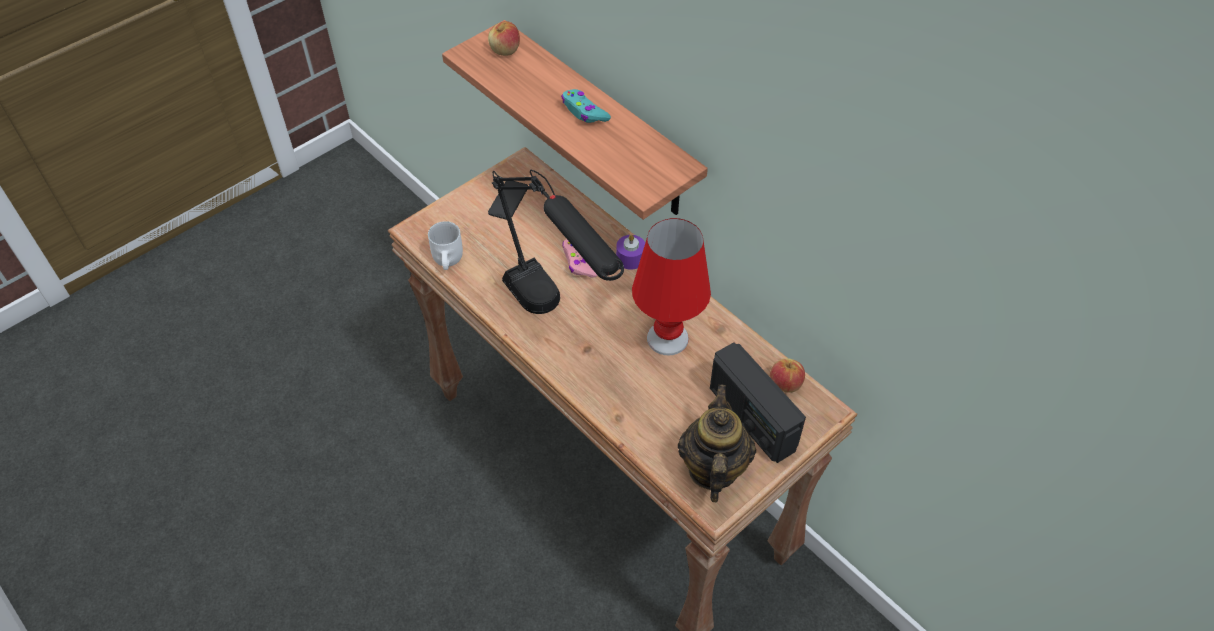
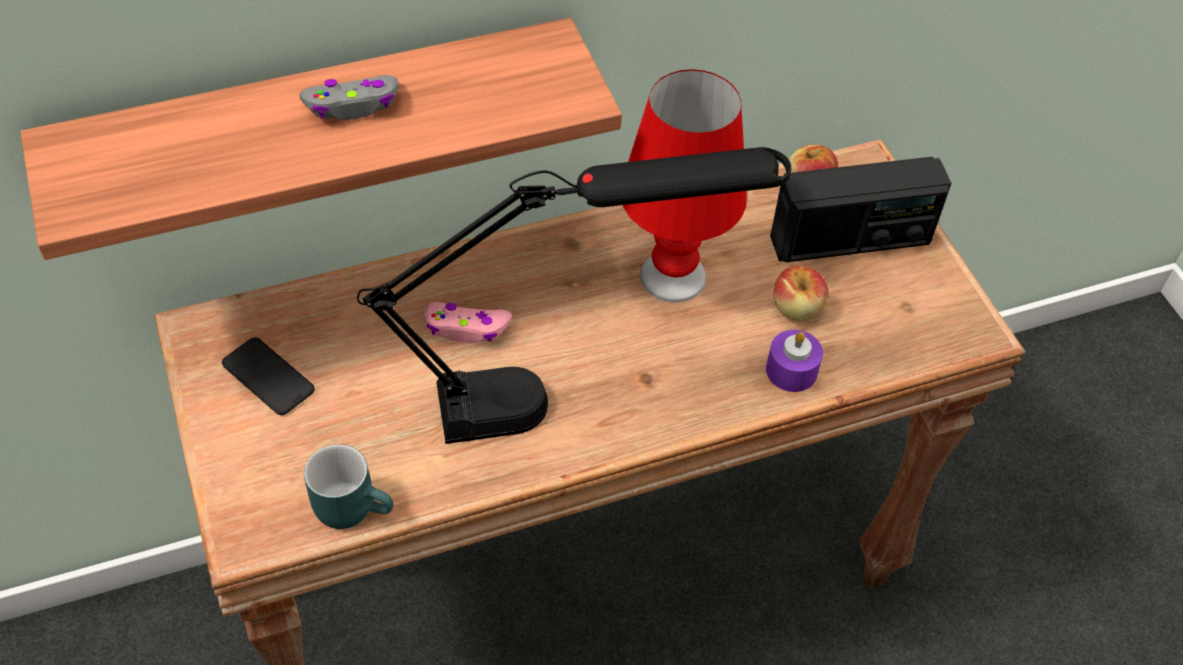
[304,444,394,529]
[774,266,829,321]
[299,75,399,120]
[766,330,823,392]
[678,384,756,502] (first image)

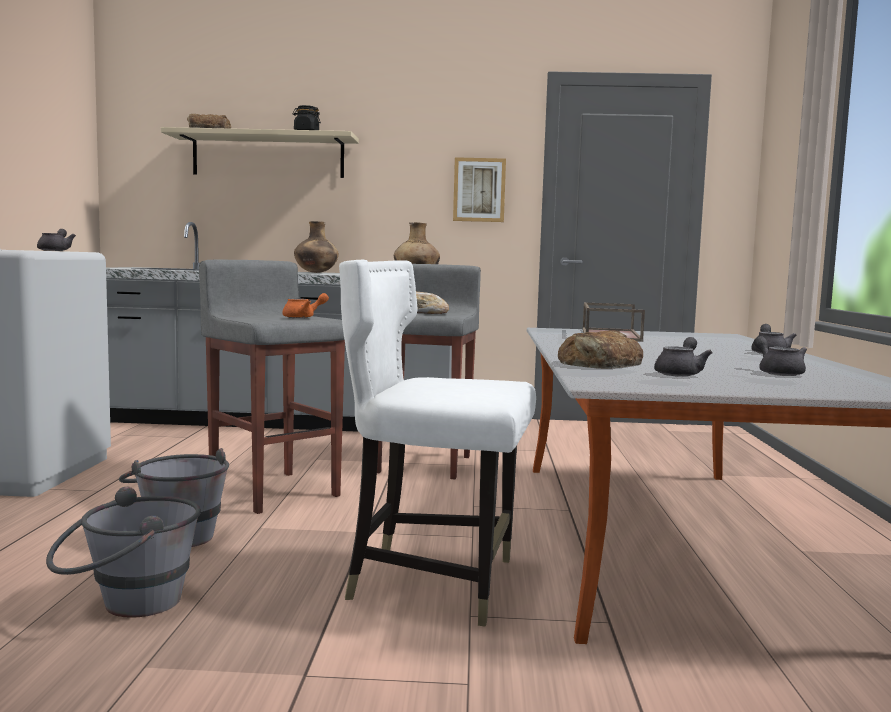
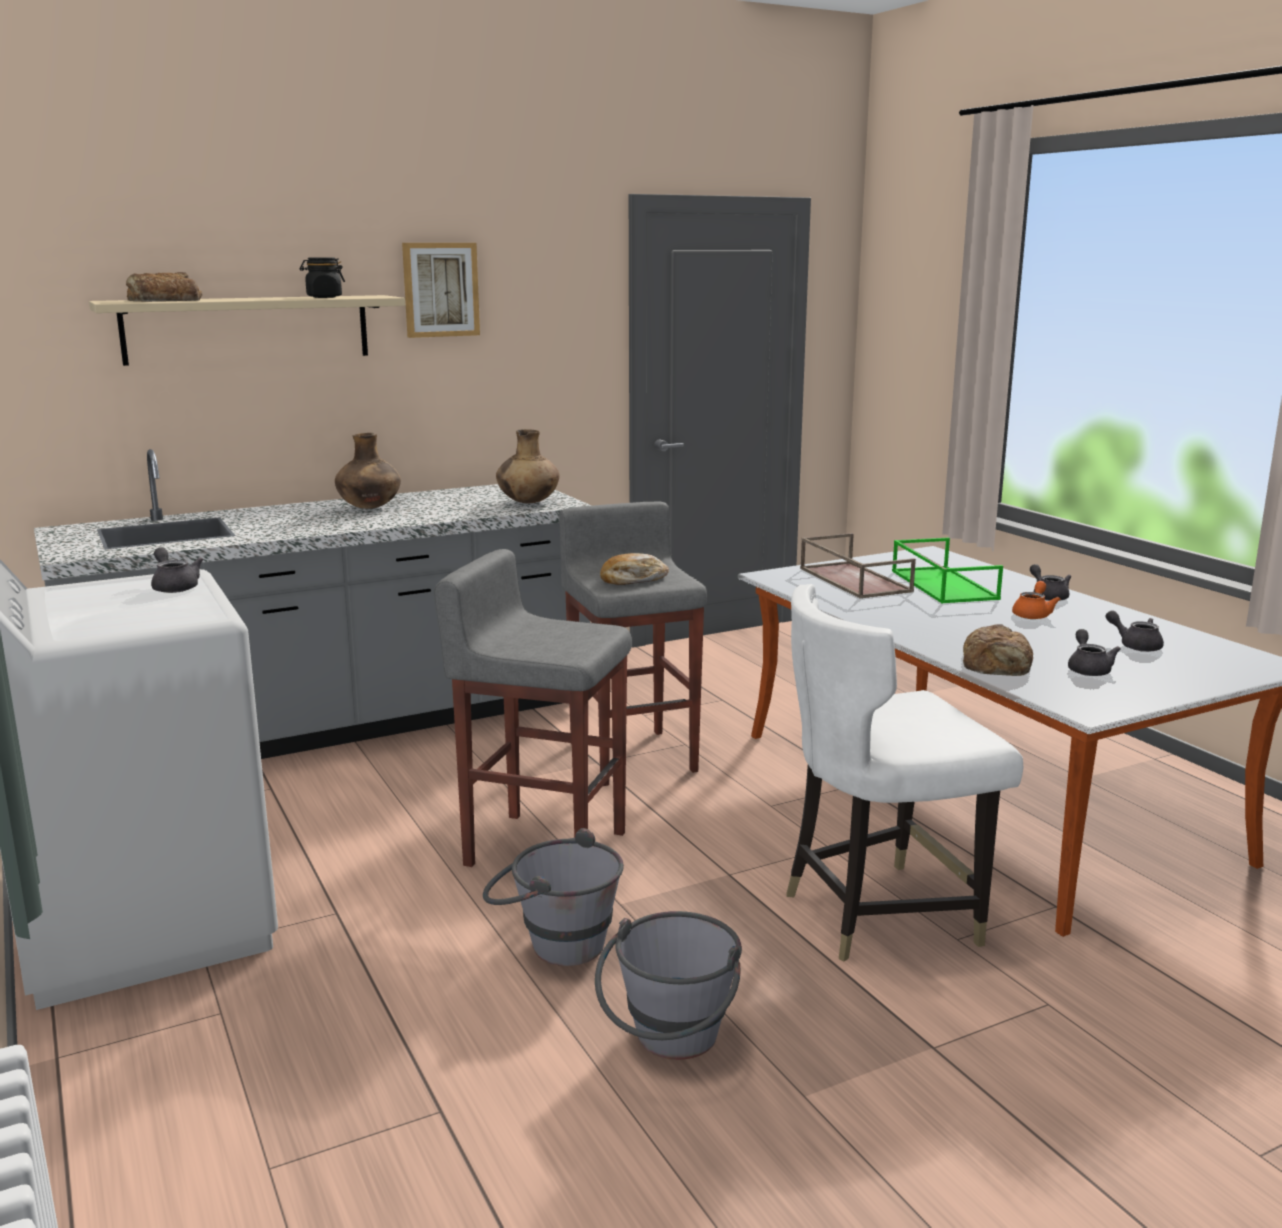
[1012,581,1061,619]
[402,243,480,338]
[892,538,1003,603]

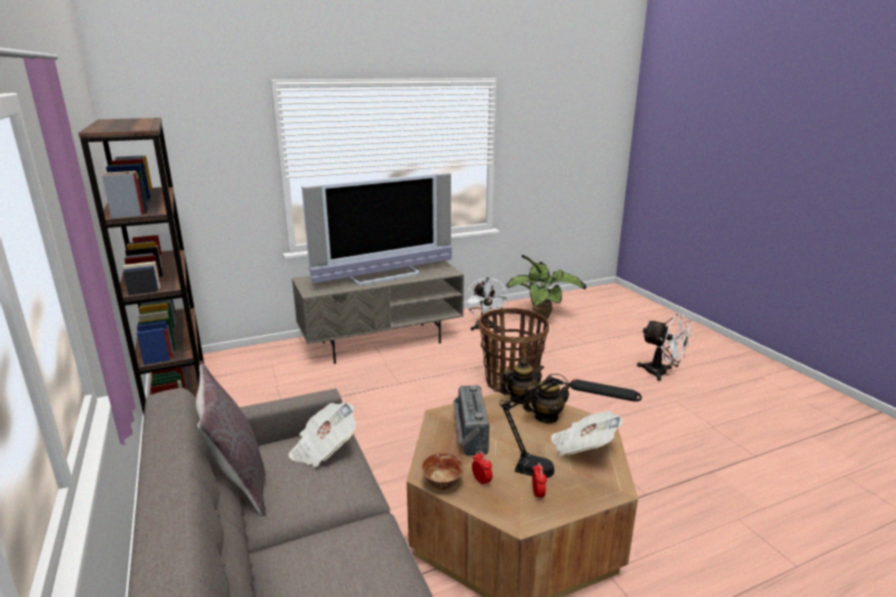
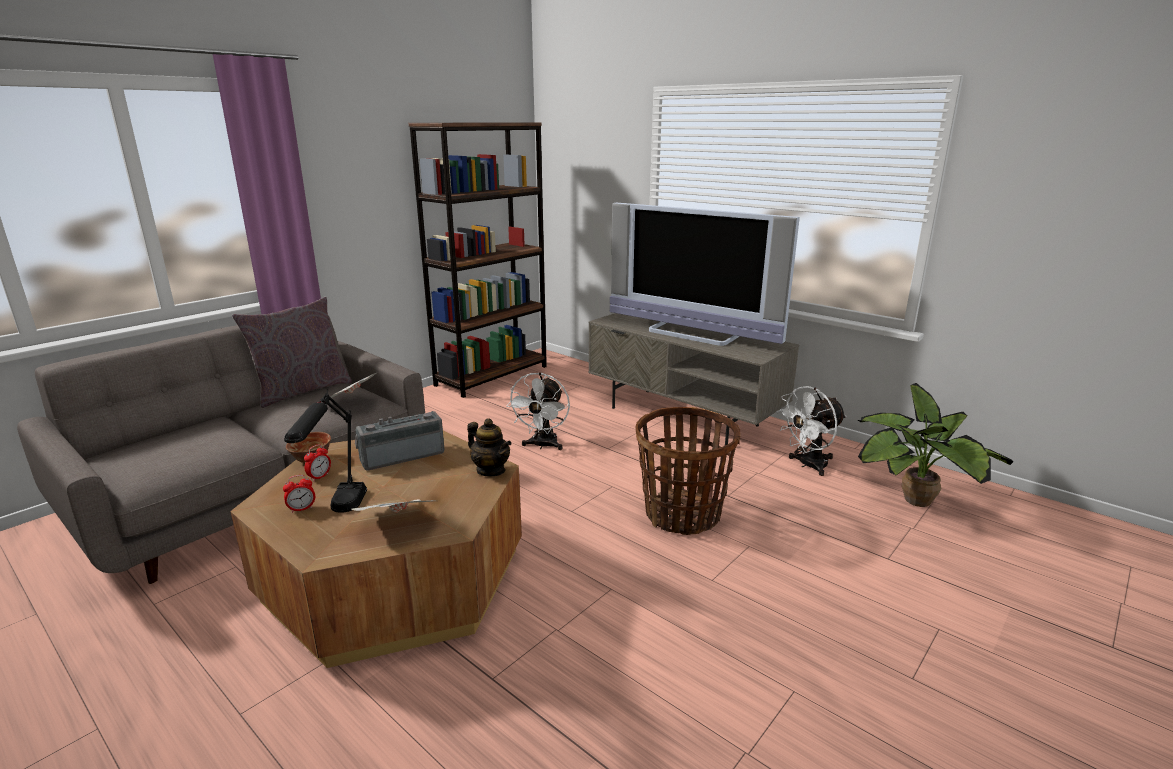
[523,376,570,423] (first image)
[507,372,570,450]

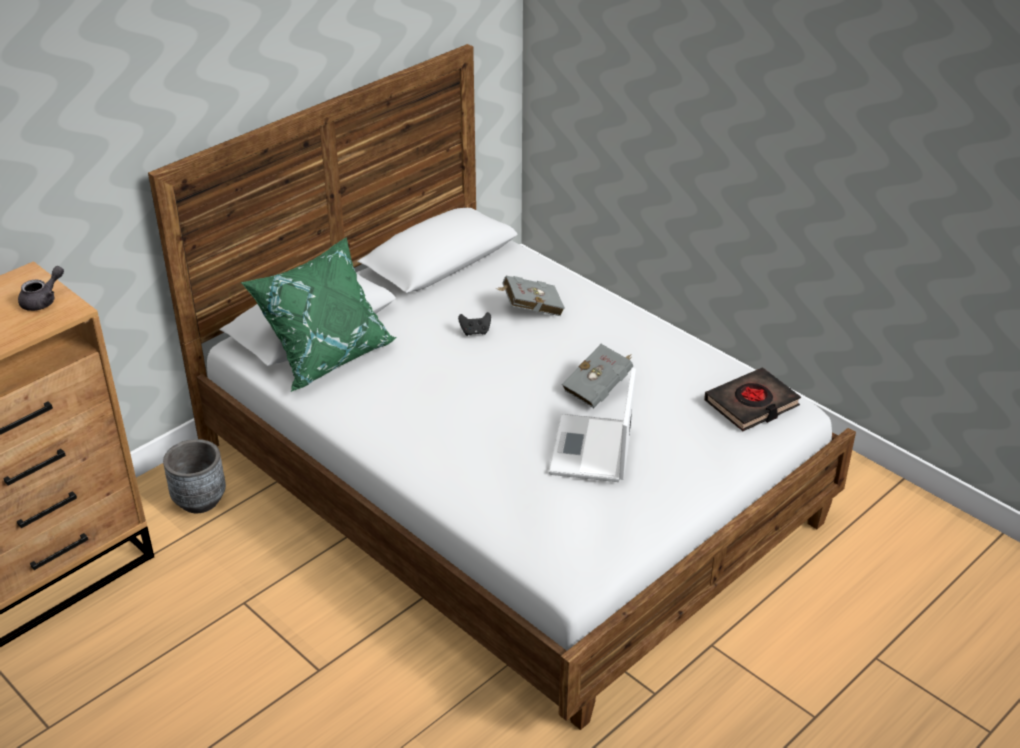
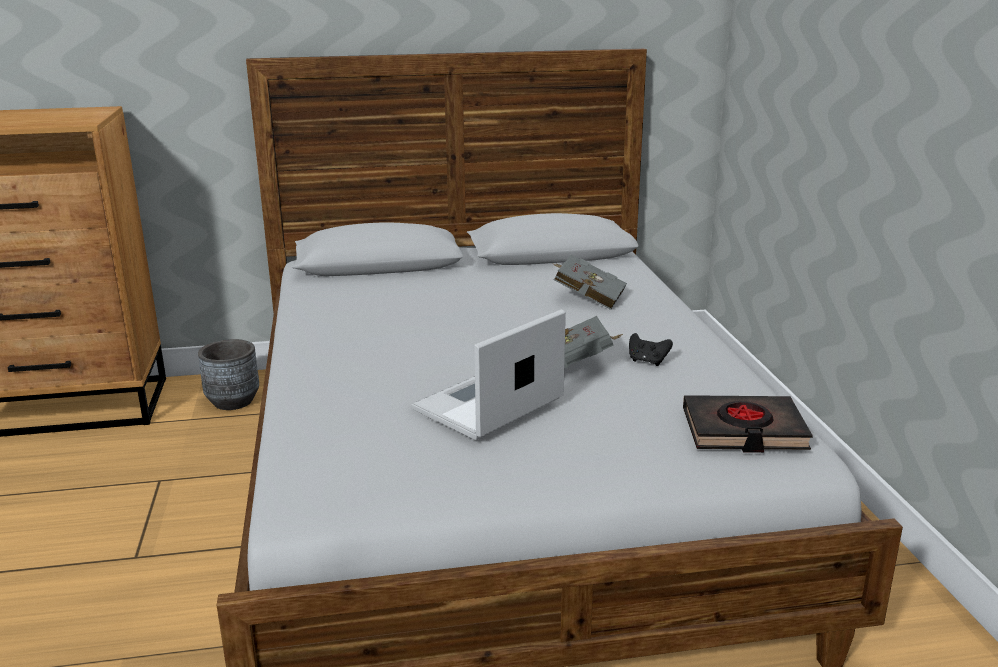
[18,266,64,311] (first image)
[241,237,397,392] (first image)
[629,333,673,366]

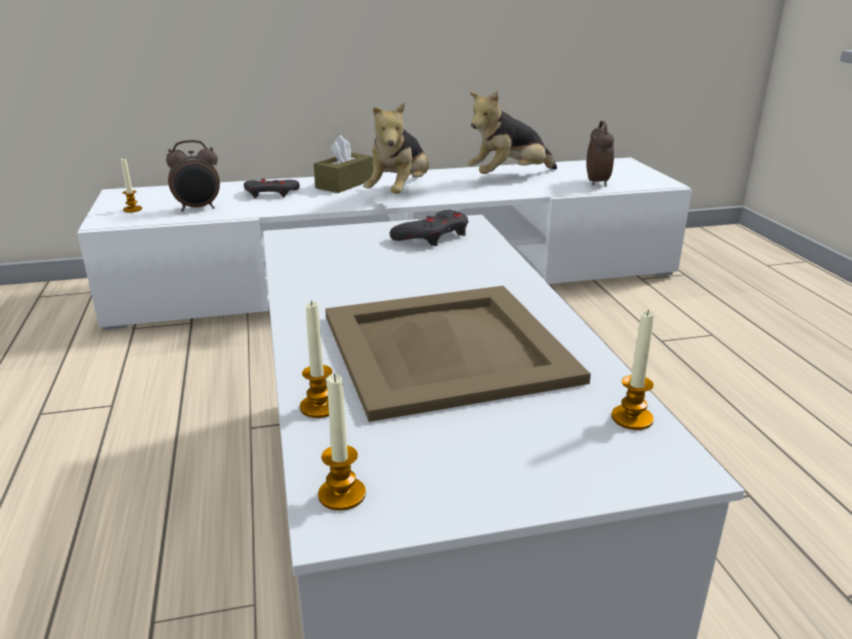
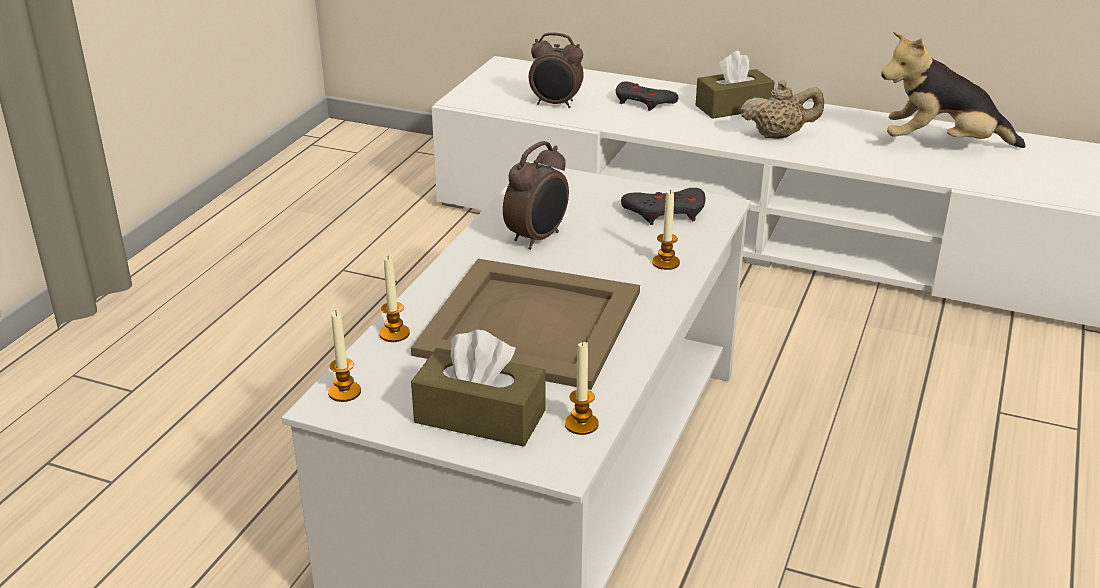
[652,189,680,270]
[741,80,824,139]
[503,141,569,250]
[411,329,545,447]

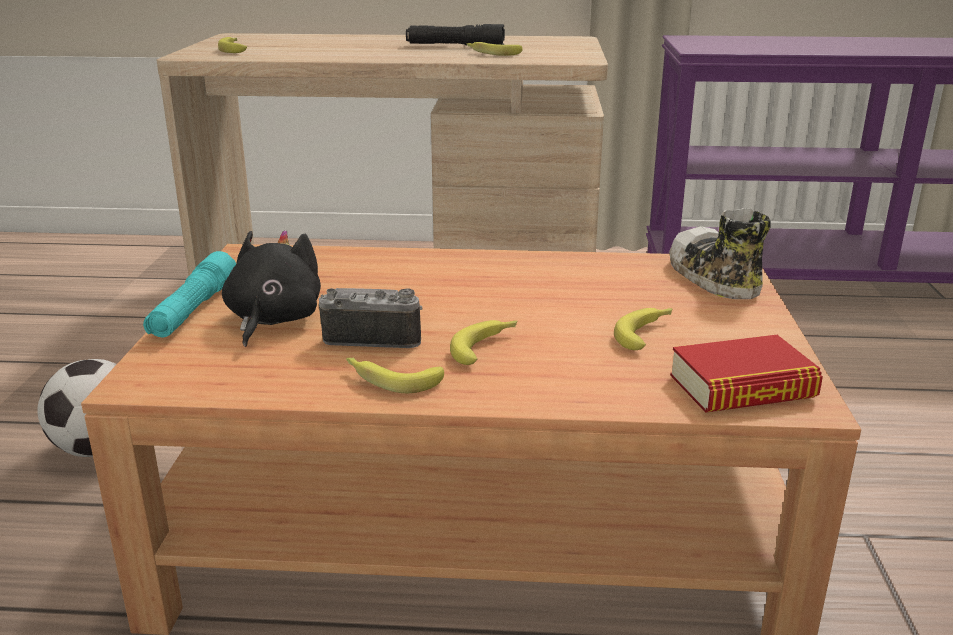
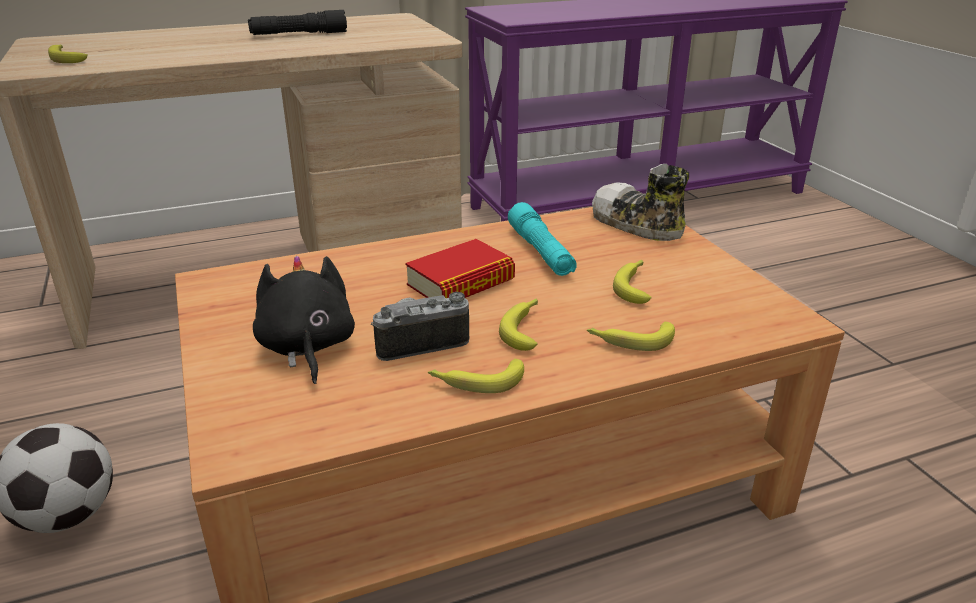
[508,202,577,276]
[587,322,675,351]
[405,239,515,298]

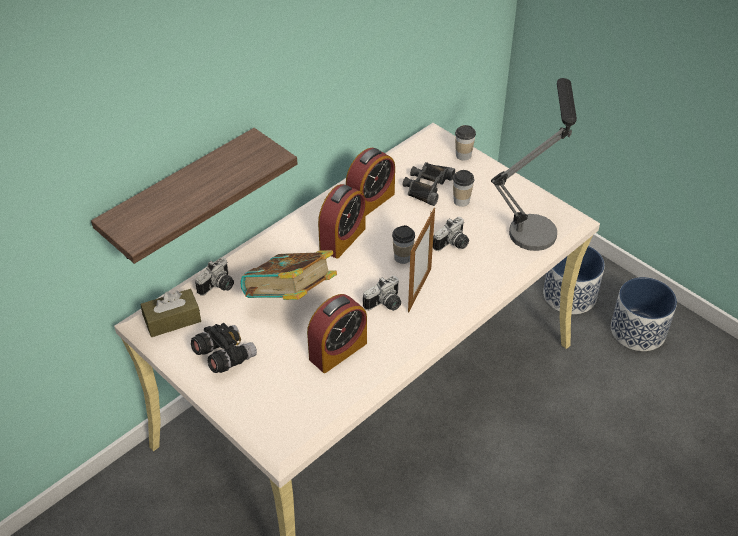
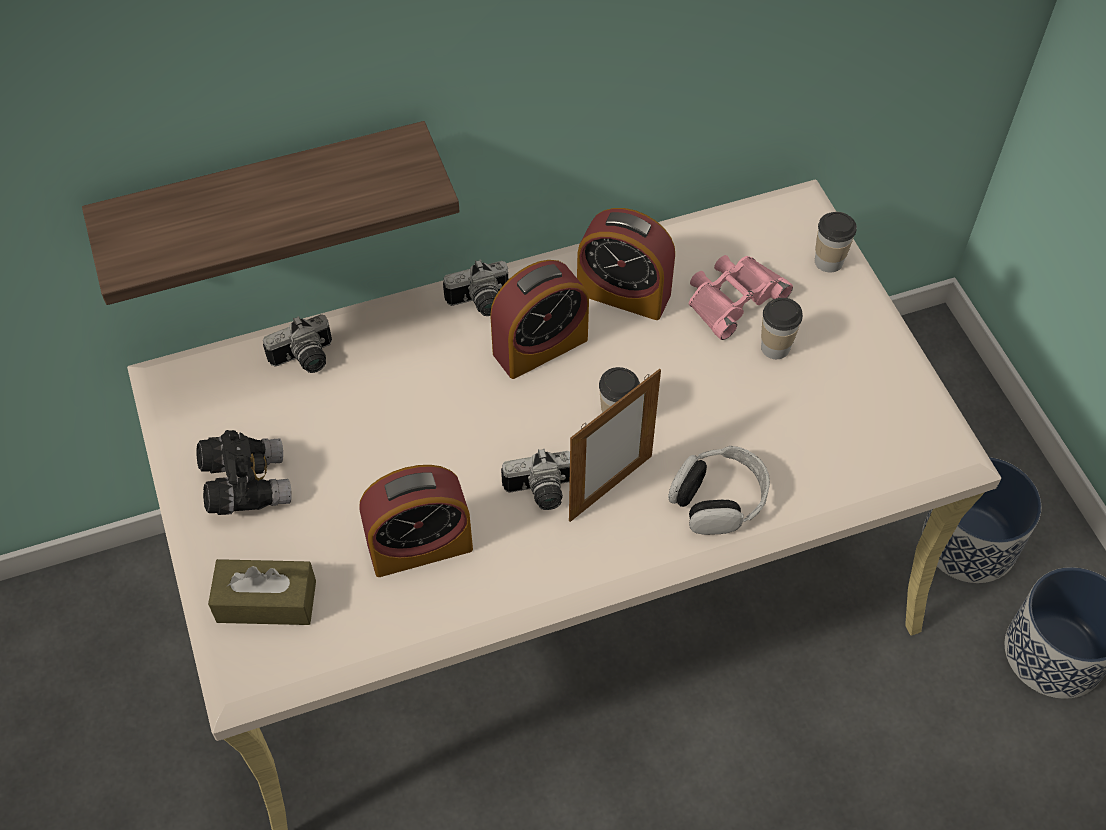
[208,559,316,625]
[241,250,337,300] (first image)
[577,208,675,320]
[689,255,793,340]
[443,259,508,316]
[491,78,577,251] (first image)
[668,446,770,535]

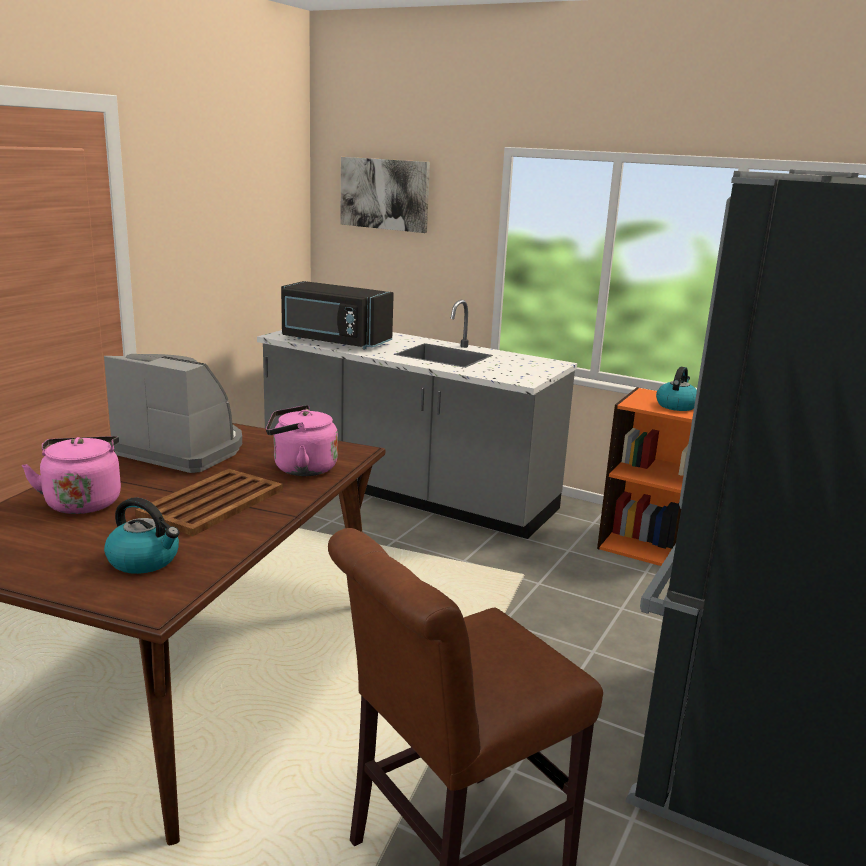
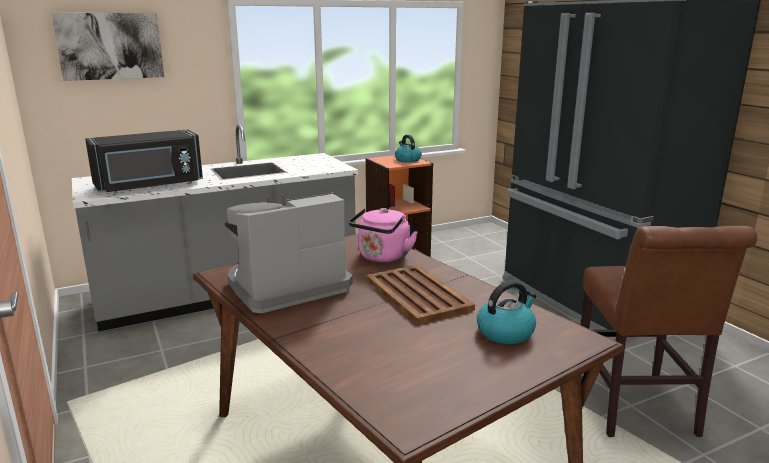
[22,436,121,514] (first image)

